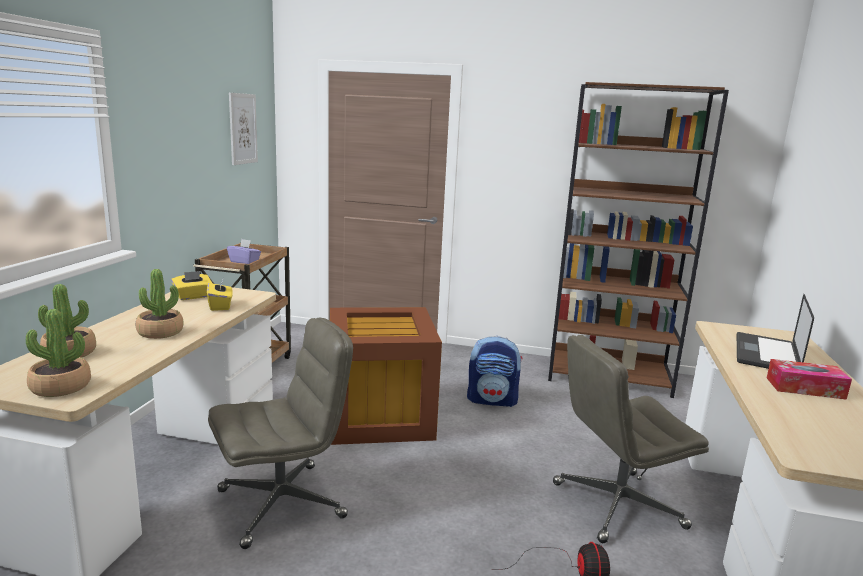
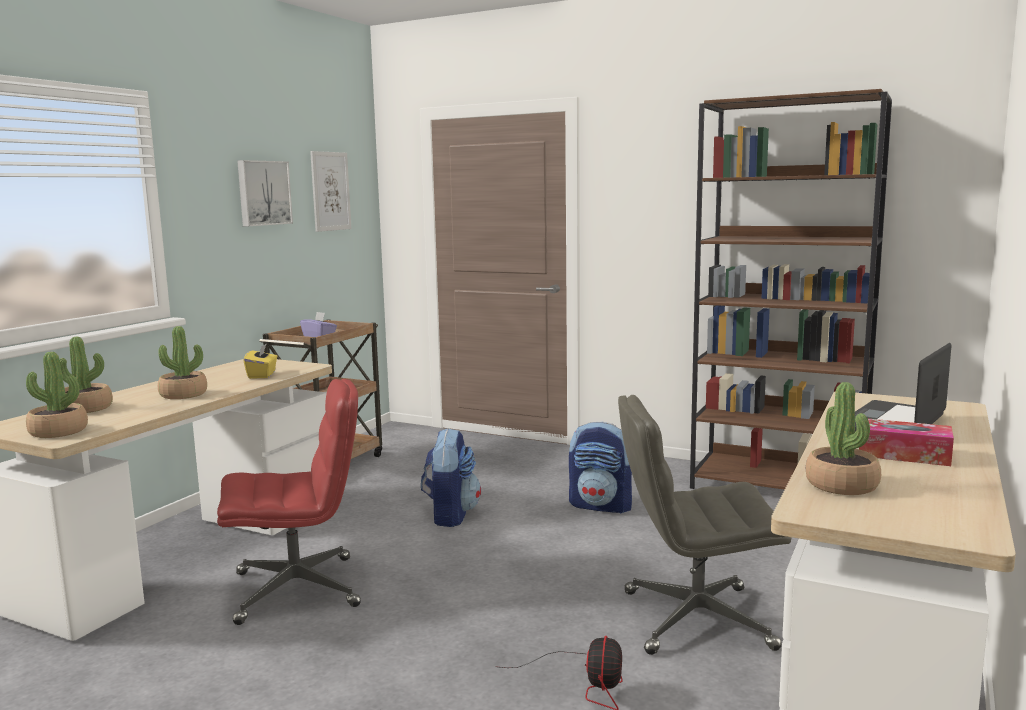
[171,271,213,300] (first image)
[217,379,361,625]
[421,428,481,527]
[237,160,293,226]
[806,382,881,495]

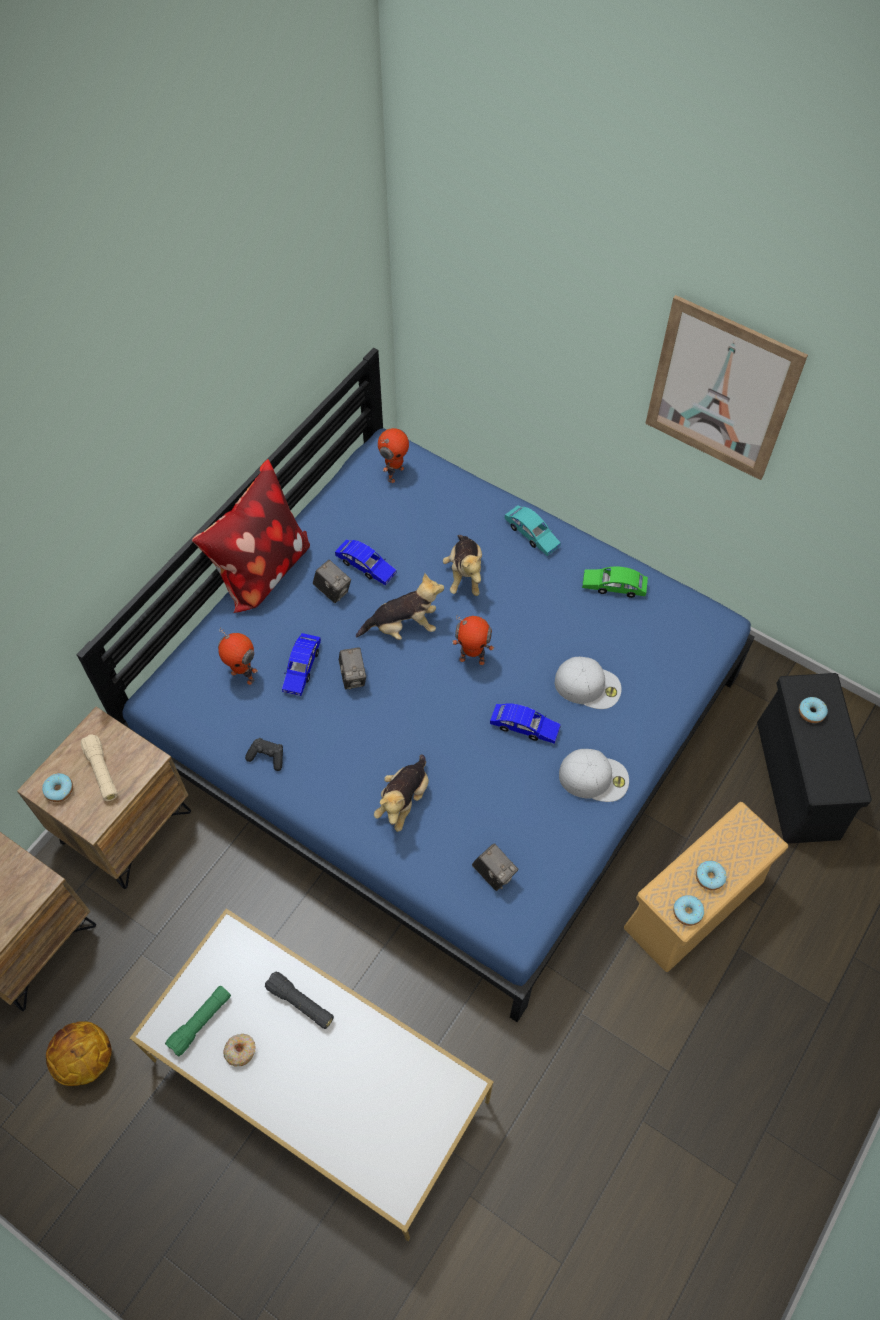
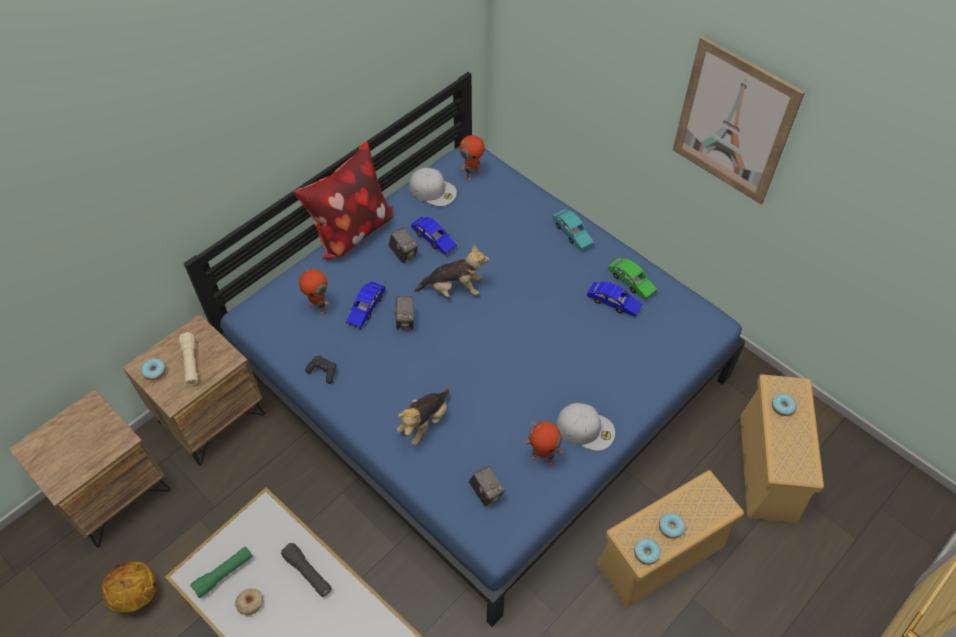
[443,535,482,596] (first image)
[525,419,563,466]
[587,282,642,317]
[409,167,457,206]
[608,258,657,300]
[740,374,824,523]

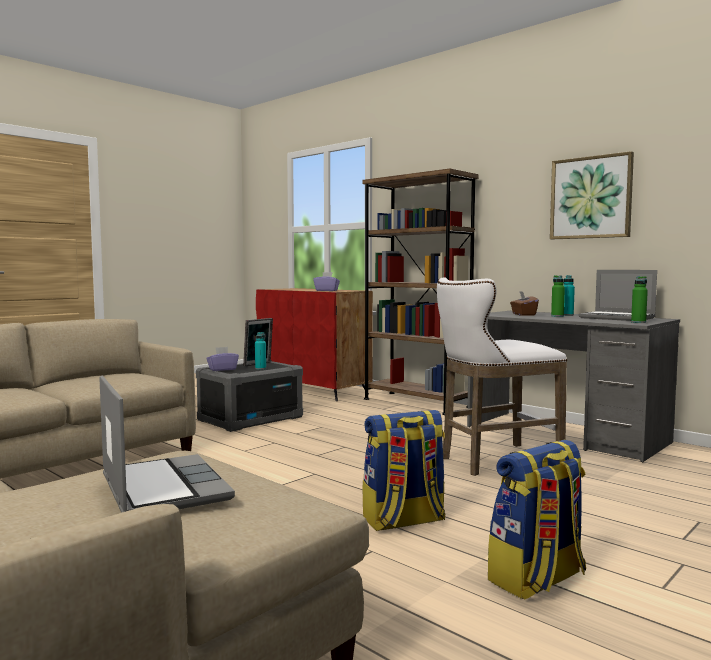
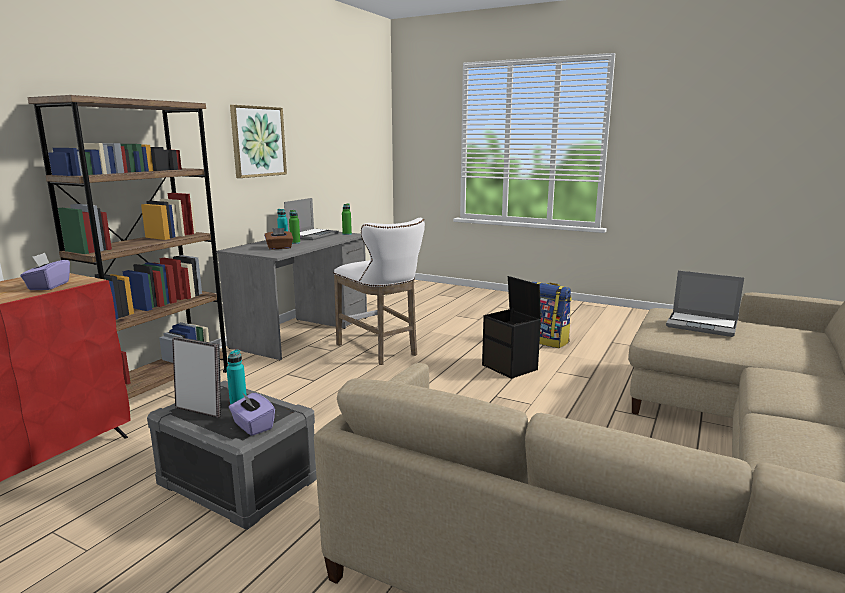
[666,270,744,337]
[482,276,541,379]

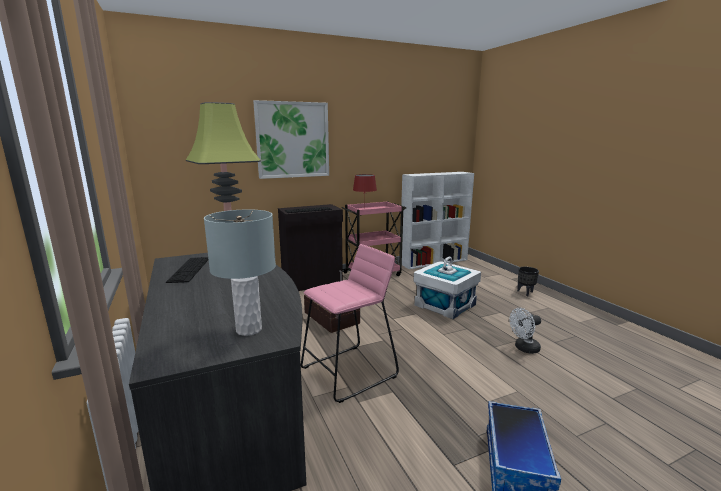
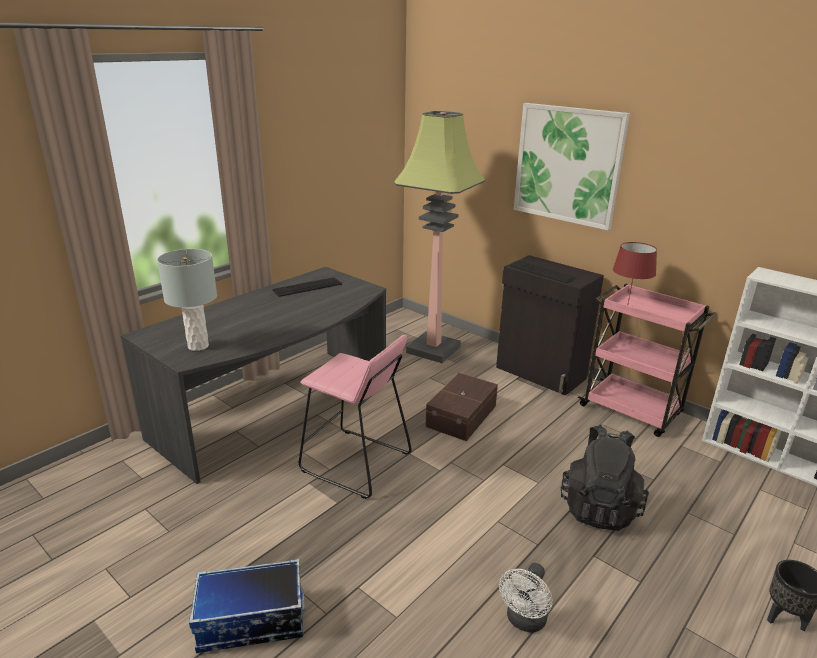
[561,425,649,531]
[499,563,553,633]

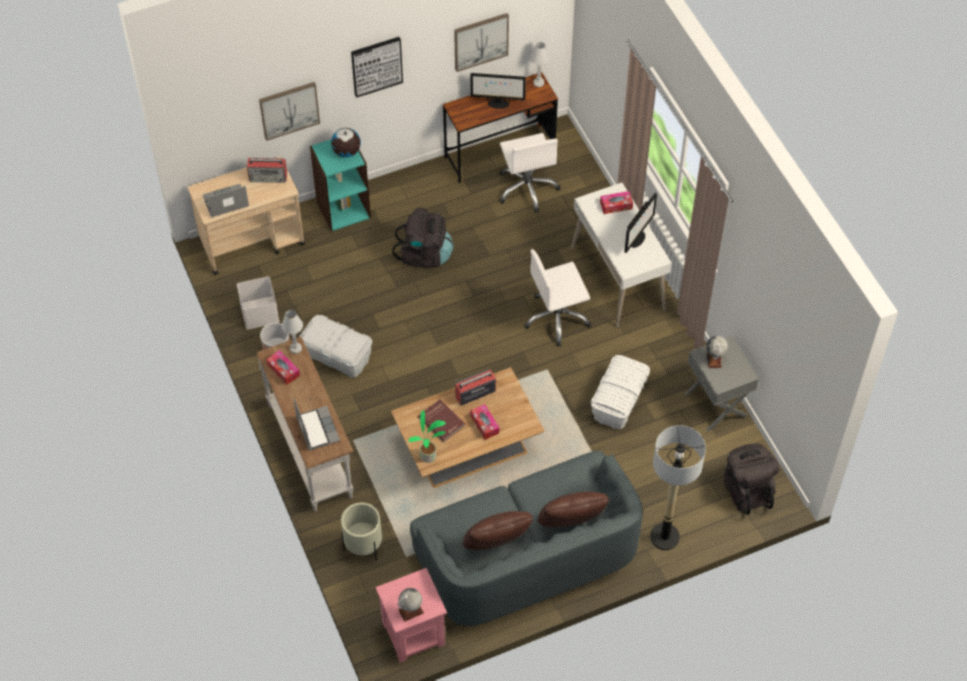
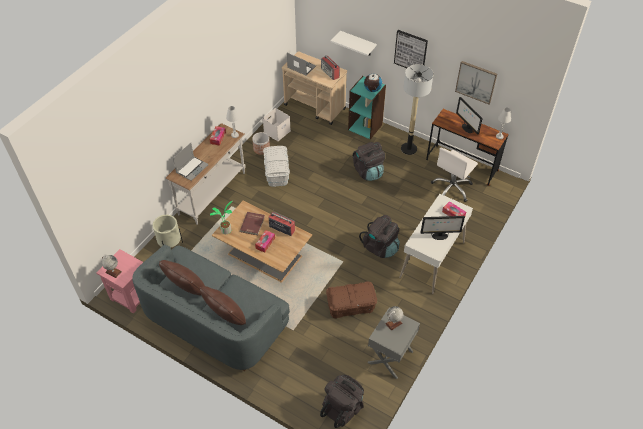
[331,31,377,56]
[359,215,400,258]
[326,281,377,319]
[401,64,433,155]

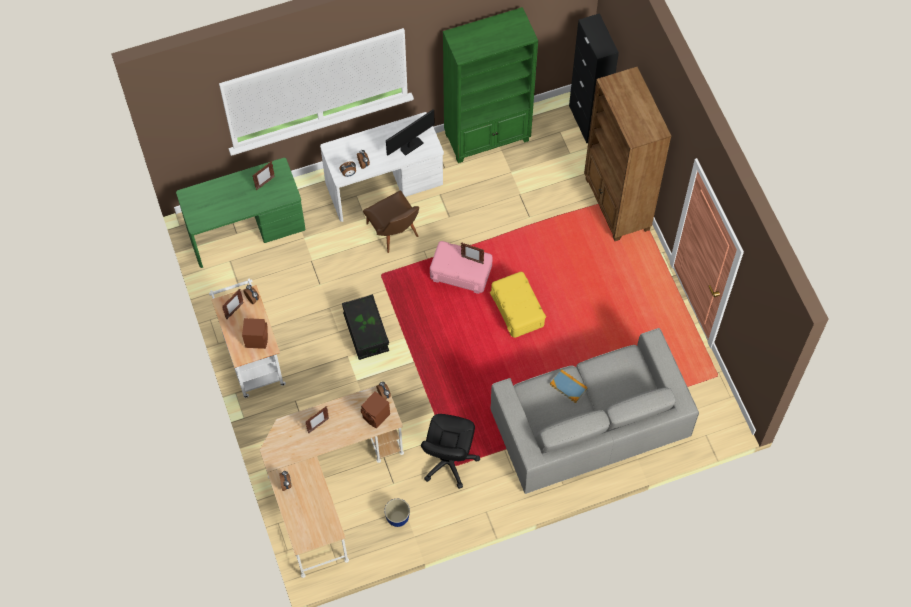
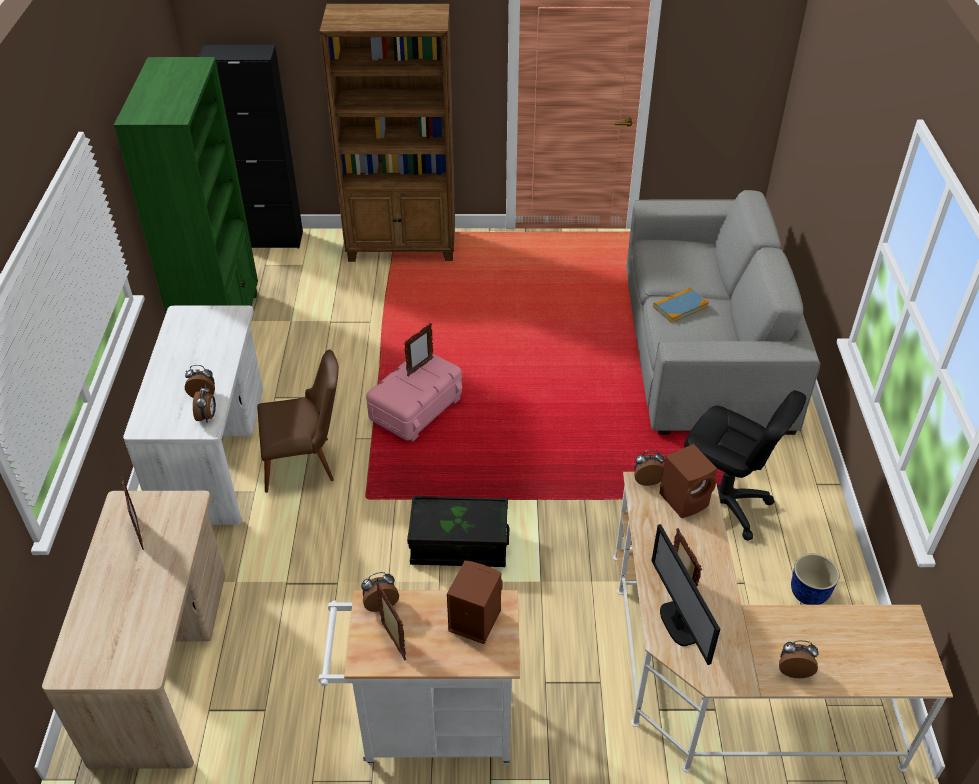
[42,491,225,769]
[652,524,720,665]
[490,272,546,338] (first image)

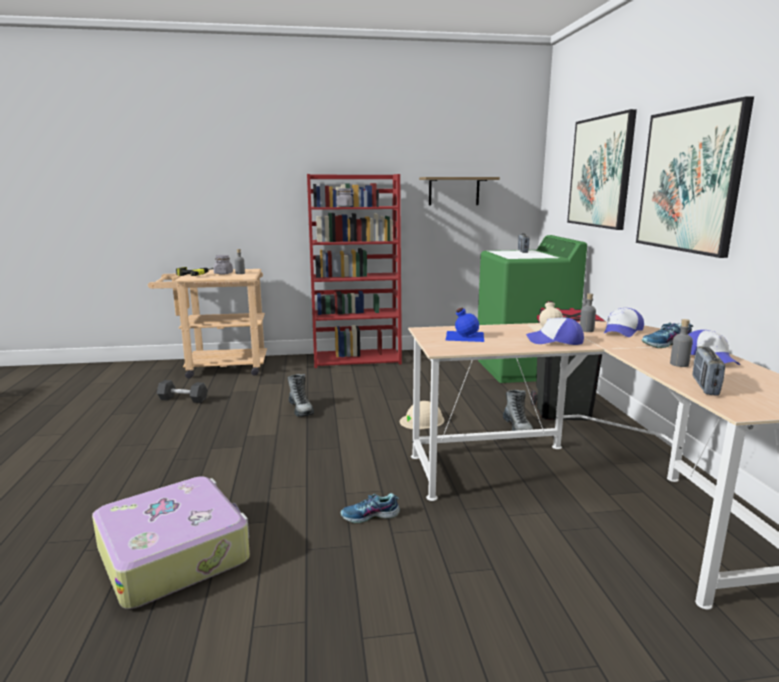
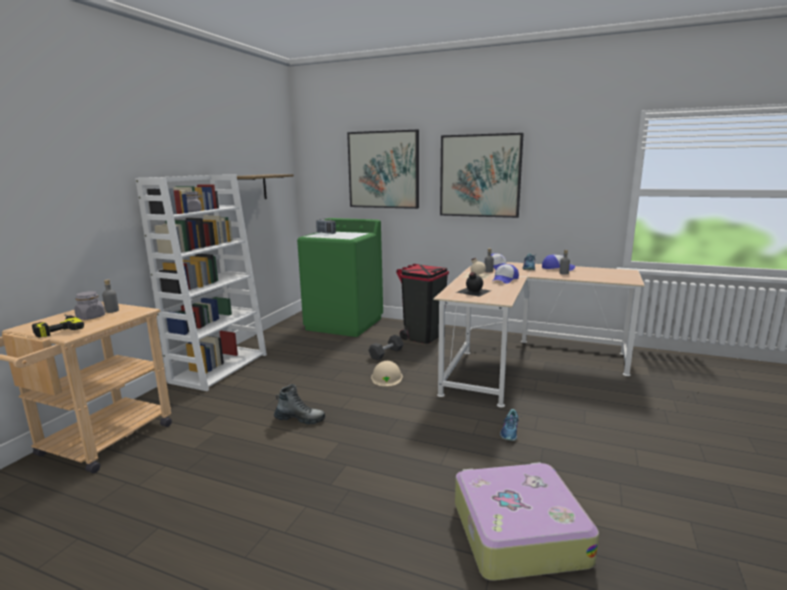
[368,335,404,360]
[135,175,267,391]
[456,272,490,297]
[503,390,533,431] (first image)
[693,347,725,396] (first image)

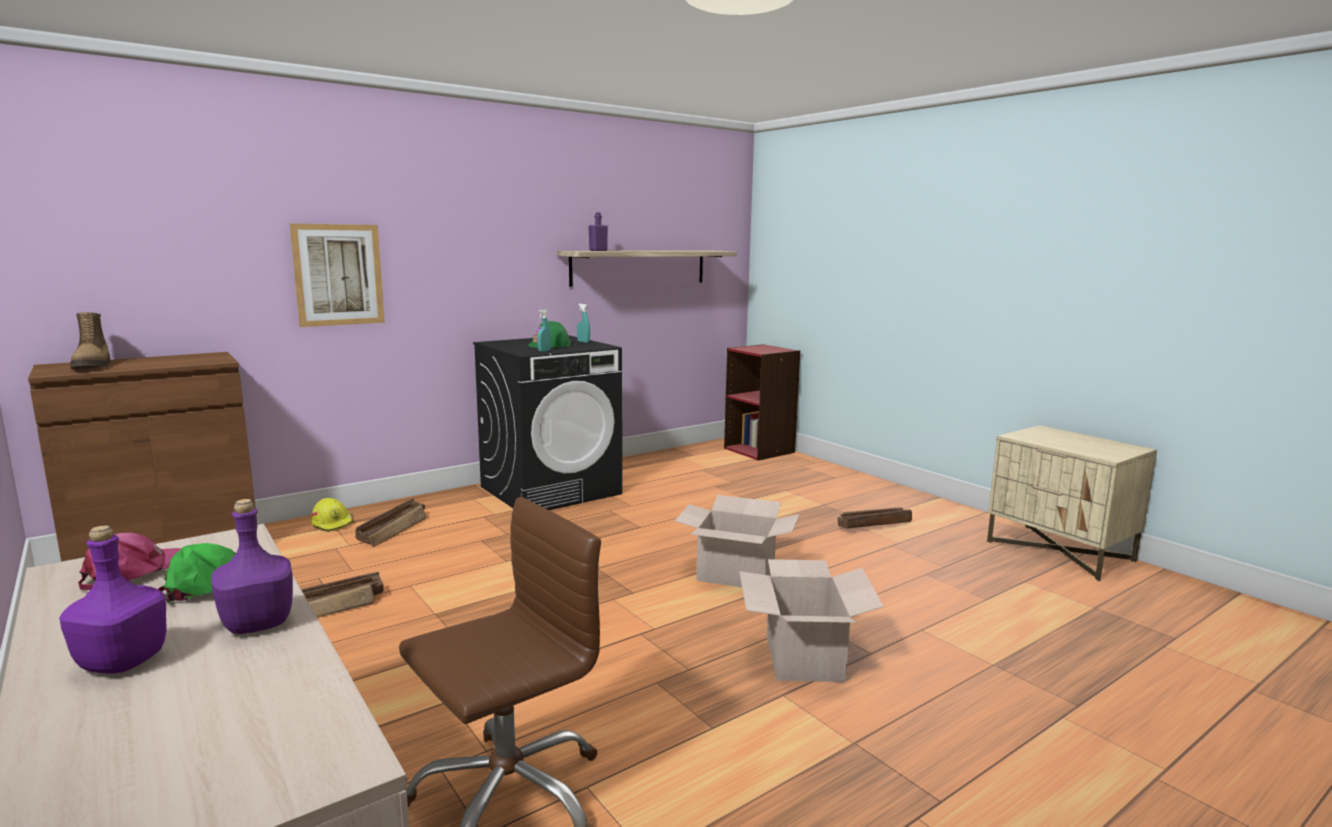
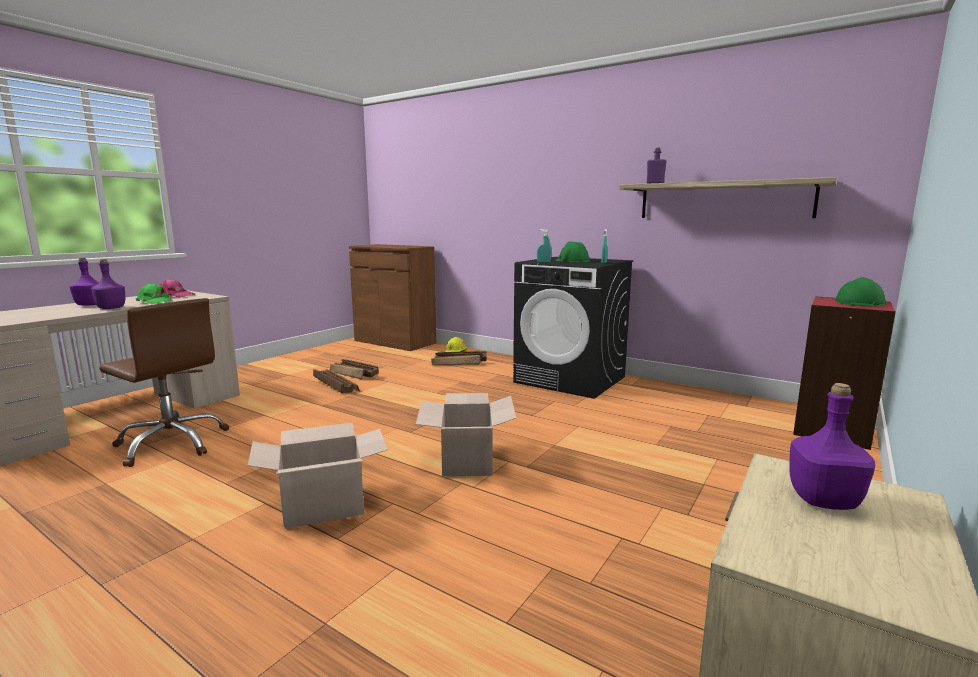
[70,312,111,369] (first image)
[290,223,385,327] (first image)
[313,369,360,393]
[789,383,875,510]
[834,277,886,307]

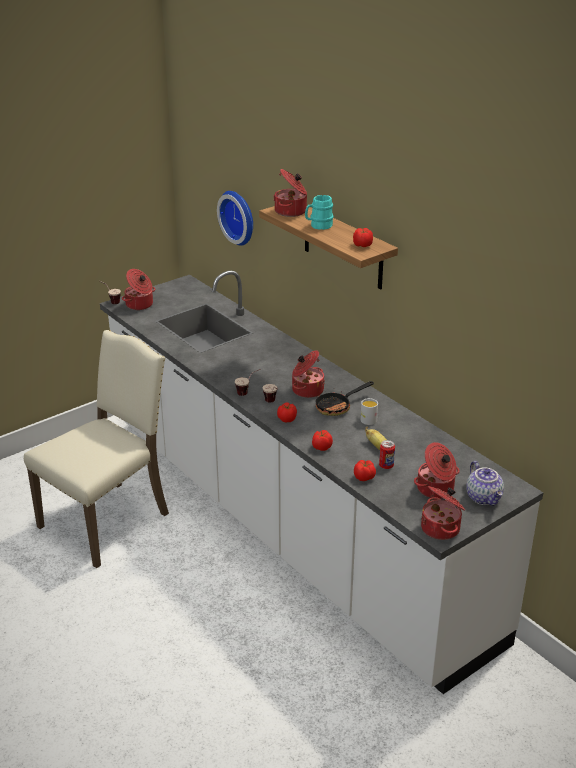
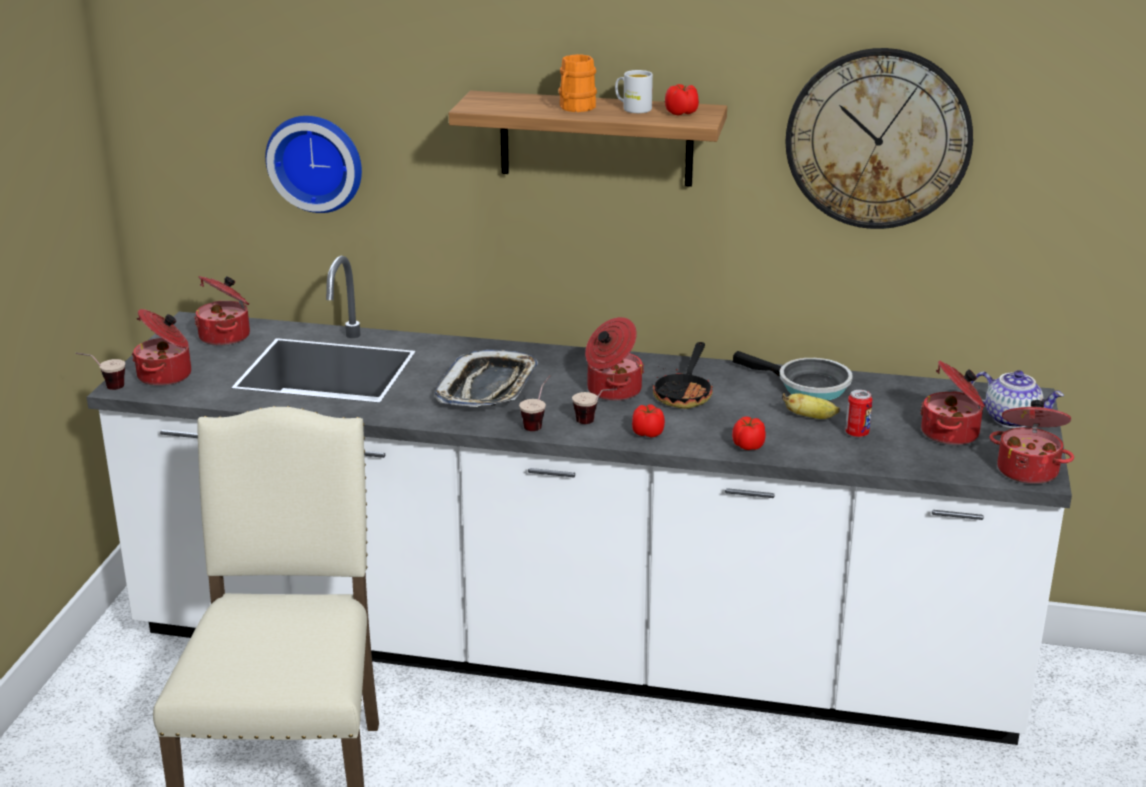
[194,276,250,346]
[558,54,597,112]
[354,460,376,481] (first image)
[615,70,653,113]
[435,350,538,407]
[733,351,853,400]
[785,48,973,229]

